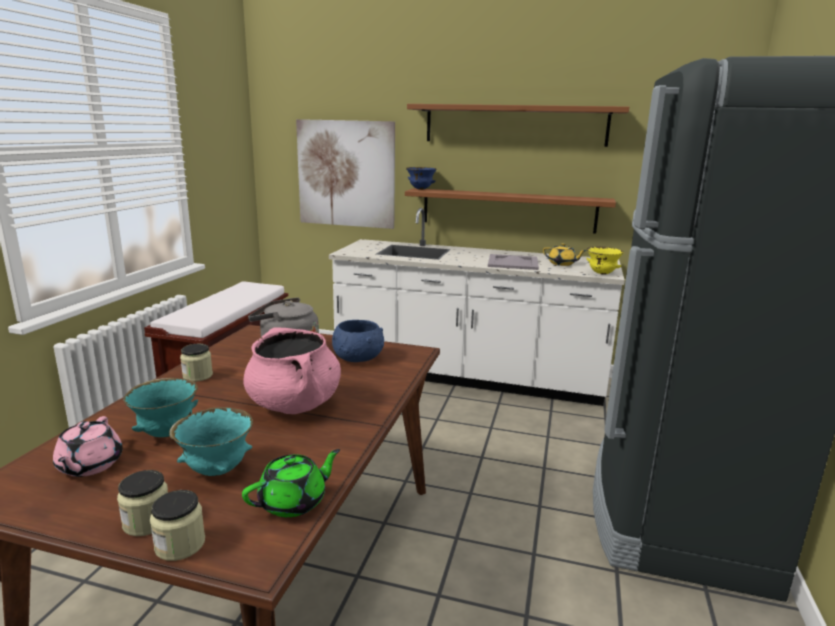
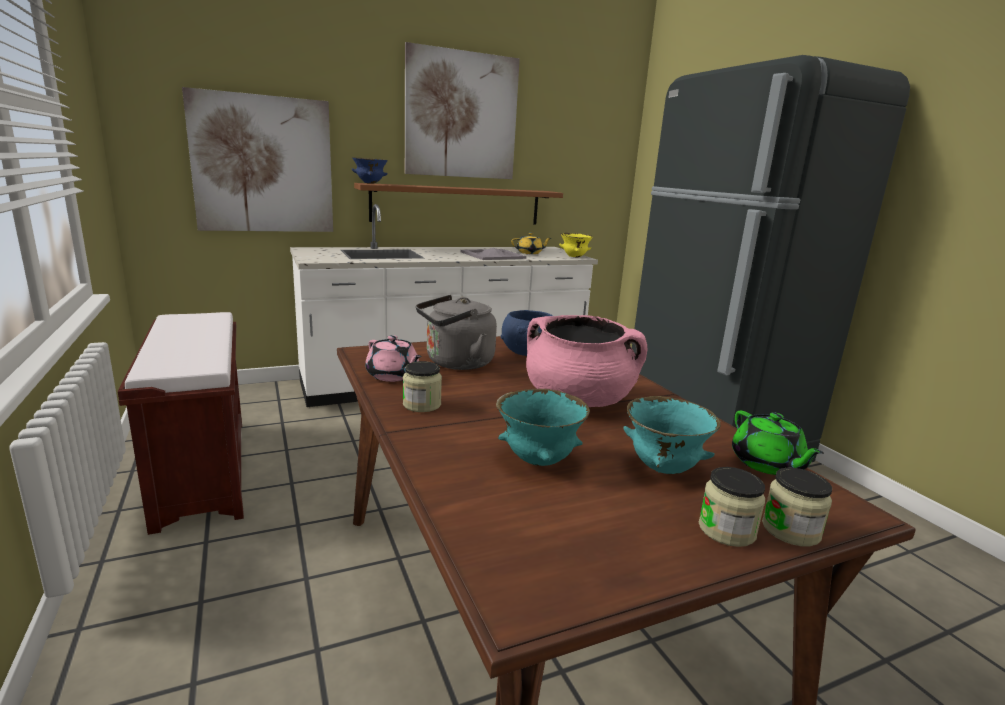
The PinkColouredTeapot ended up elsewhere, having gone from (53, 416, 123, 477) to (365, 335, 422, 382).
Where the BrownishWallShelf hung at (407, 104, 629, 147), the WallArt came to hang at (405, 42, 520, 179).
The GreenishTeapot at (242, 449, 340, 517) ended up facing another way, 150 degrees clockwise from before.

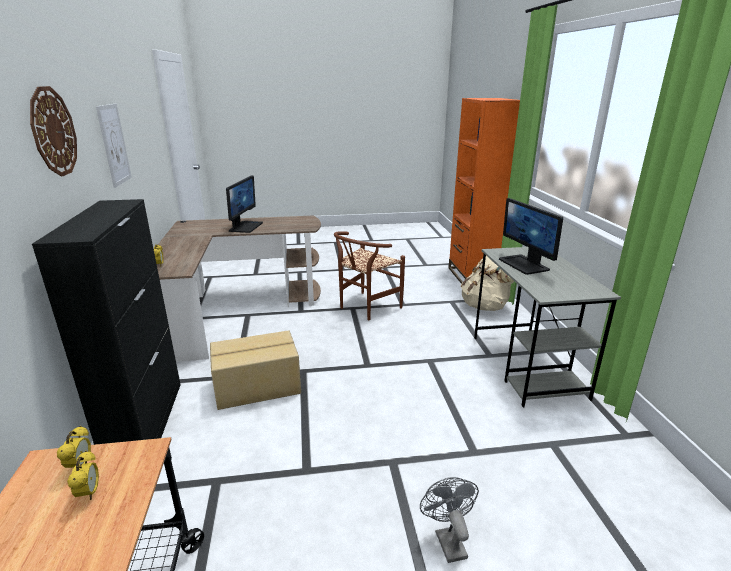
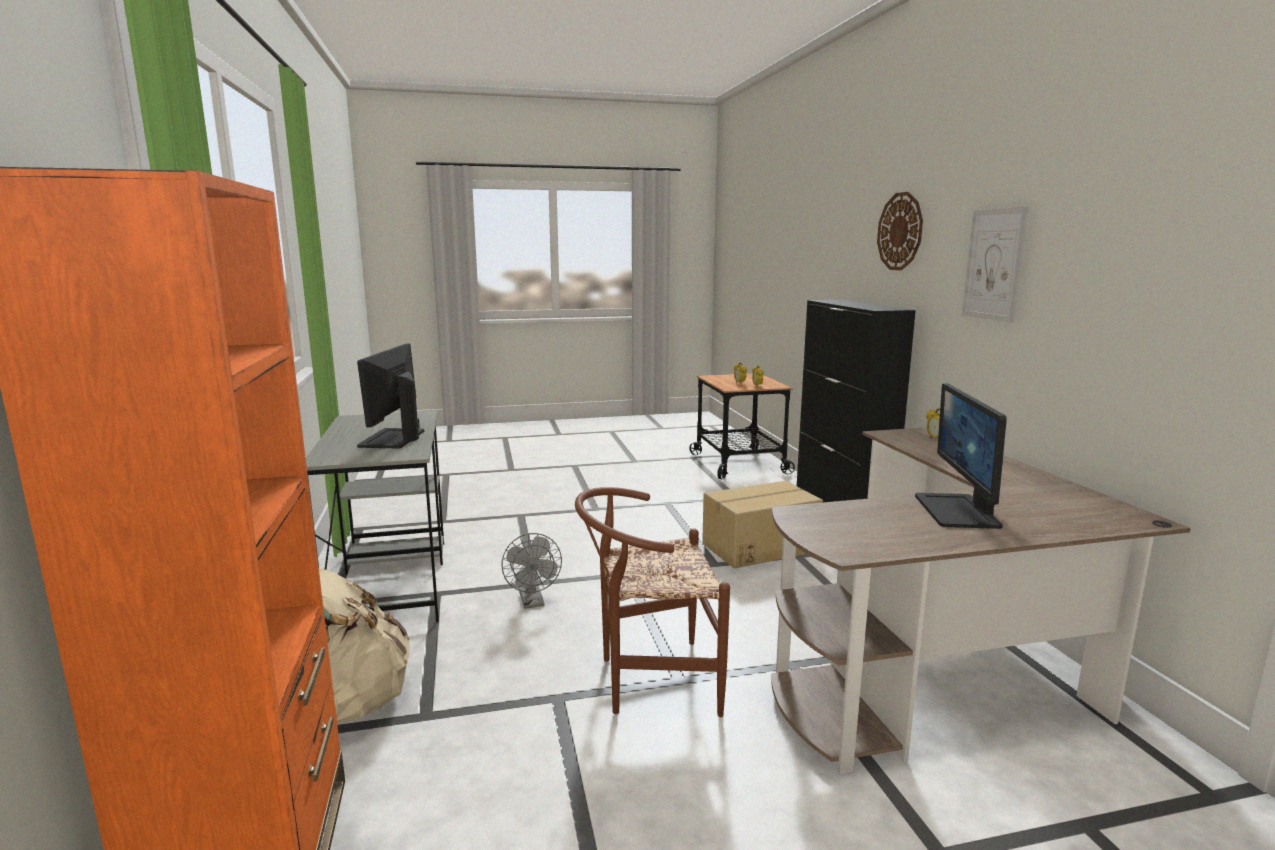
The Monitor at (499, 198, 563, 275) ended up facing another way, 150 degrees counterclockwise from before.
The GreyCoolingFan ended up elsewhere, having gone from (420, 477, 479, 563) to (501, 533, 562, 609).
The BrownishUprightChair at (334, 231, 405, 320) ended up facing another way, 135 degrees counterclockwise from before.

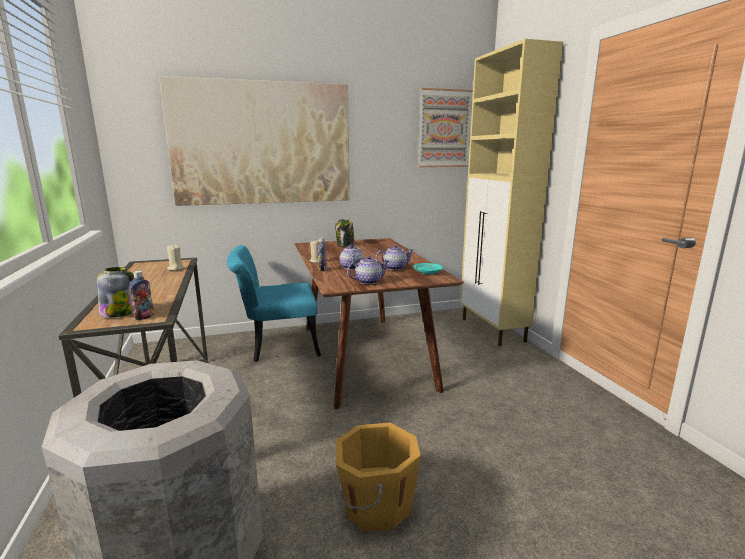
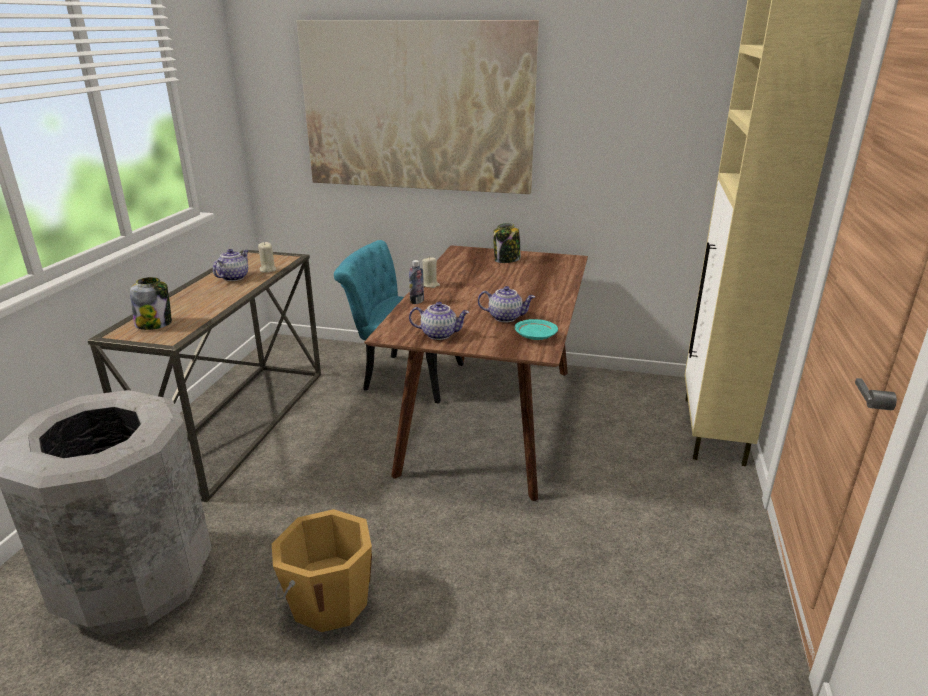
The Teapot ended up elsewhere, having gone from (340, 244, 364, 270) to (213, 249, 249, 281).
The second view lost the Bottle at (130, 271, 154, 320).
The second view lost the WallArt at (418, 88, 473, 167).

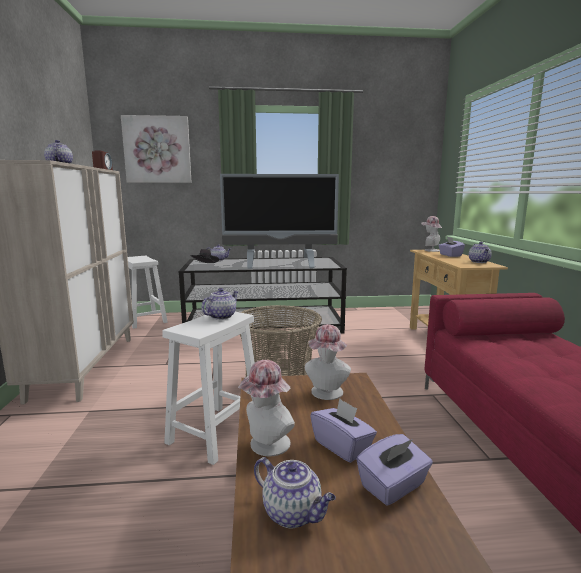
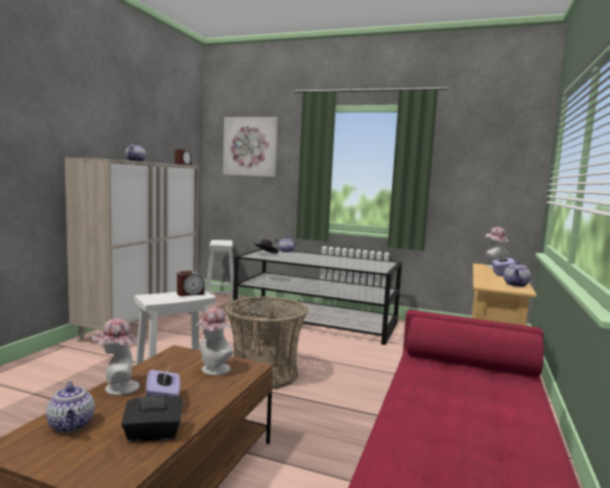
What was the PurpleColouredTissueHolder at (356, 434, 433, 506) turned into the BlackColouredTissueHolder at (121, 395, 183, 442).
Where the Teapot stood at (201, 288, 239, 320), the BedsideClock came to stand at (177, 271, 205, 296).
The second view lost the TvSet at (220, 174, 339, 269).

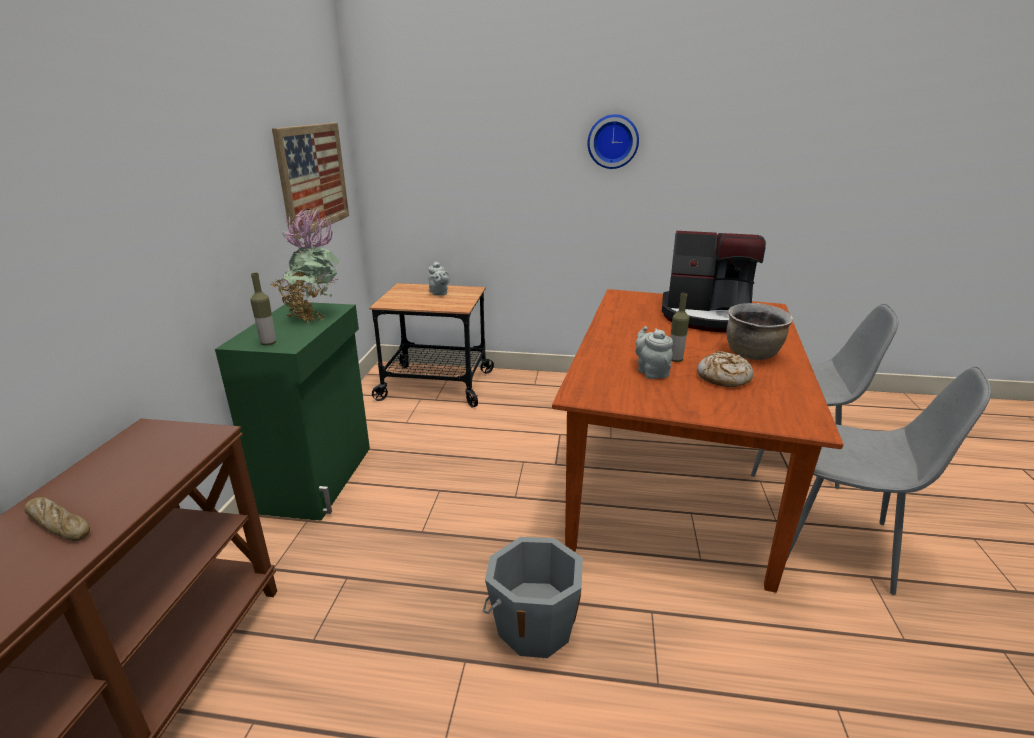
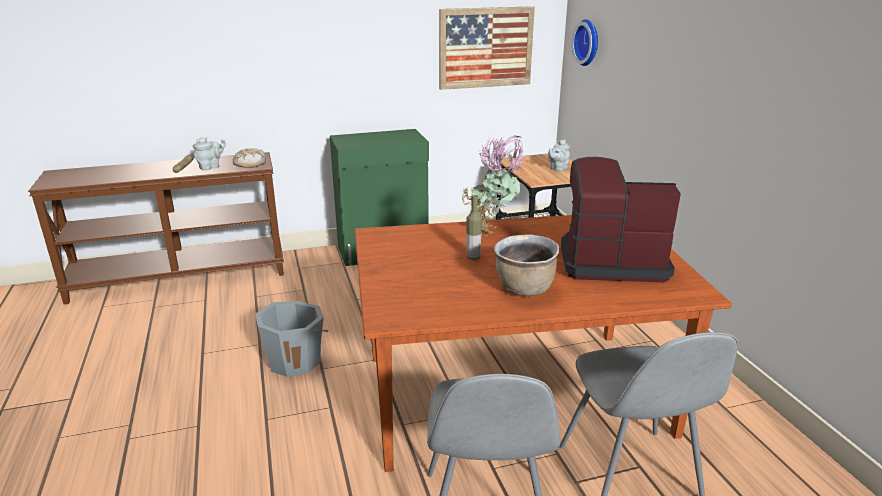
The GreyTeapot ended up elsewhere, having gone from (635, 326, 673, 379) to (193, 137, 226, 170).
The BakeryBread ended up elsewhere, having gone from (697, 351, 753, 387) to (233, 148, 266, 168).
The Houseplant ended up elsewhere, having gone from (272, 208, 340, 324) to (462, 135, 527, 236).
The CoffeeBrewer at (662, 231, 766, 332) ended up facing another way, 105 degrees clockwise from before.
The HangingClock ended up elsewhere, having gone from (587, 114, 639, 169) to (572, 19, 598, 66).
The second view lost the Bottle at (251, 273, 276, 346).

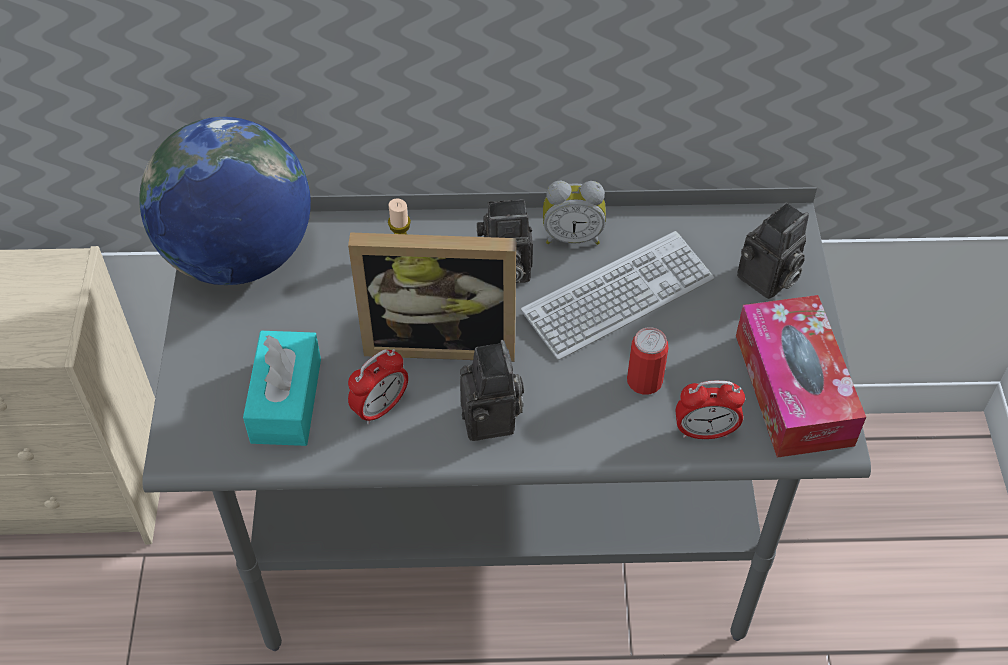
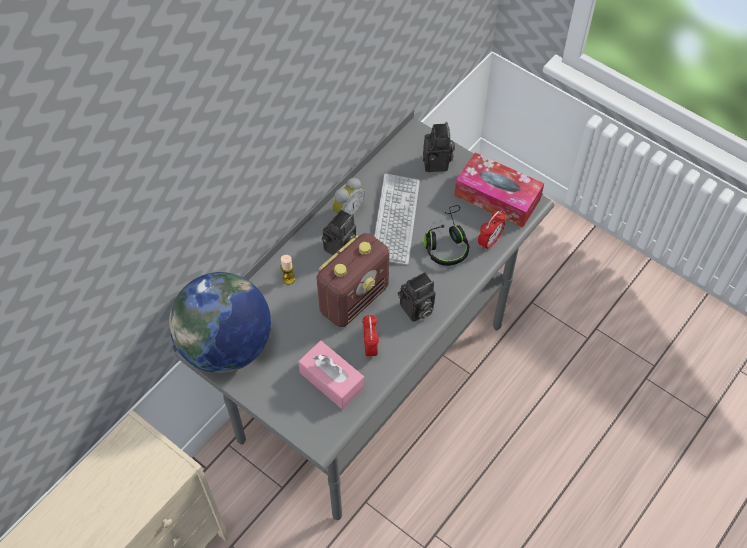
What was the TurquoiseTissueHolder at (243, 331, 321, 446) turned into the PinkColouredTissueHolder at (298, 341, 364, 409).
Where the PictureFrame stood at (348, 232, 516, 362), the RadioReceiver came to stand at (317, 233, 389, 327).
The PhotoCamera at (460, 340, 524, 441) ended up facing another way, 120 degrees clockwise from before.
Where the Can stood at (627, 327, 668, 395), the BlackColouredHeadset came to stand at (424, 205, 470, 266).

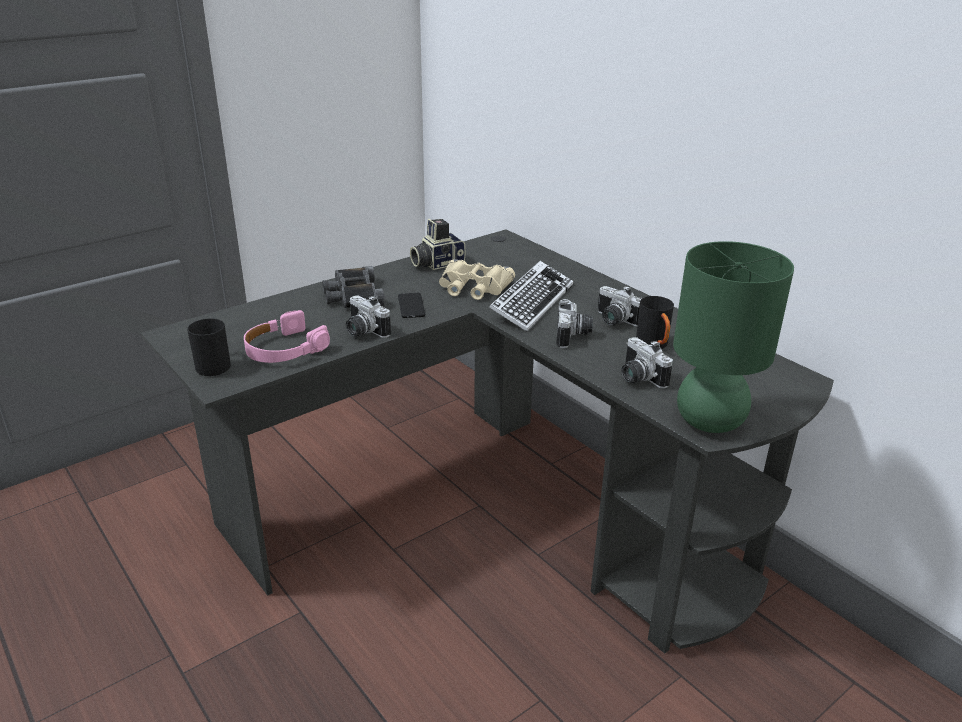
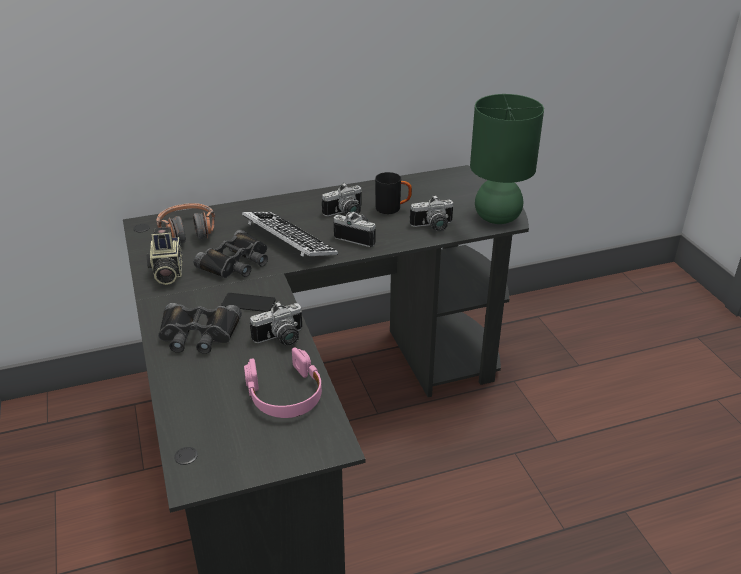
The second view gained the Headset at (156, 203, 215, 243).
What was the BeigeColouredPairOfBinoculars at (439, 259, 515, 300) turned into the BlackColouredPairOfBinoculars at (194, 230, 268, 278).
The second view lost the BlackColouredTeaMug at (187, 318, 231, 376).

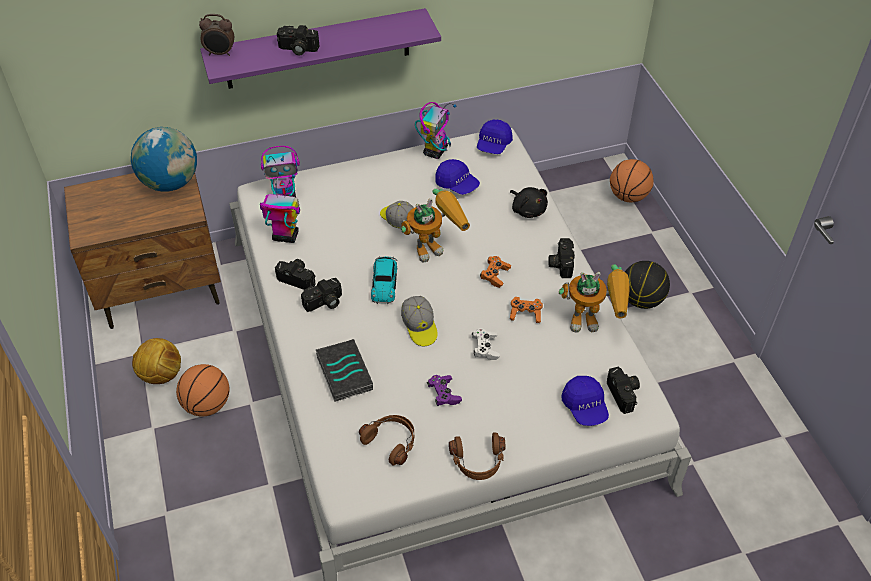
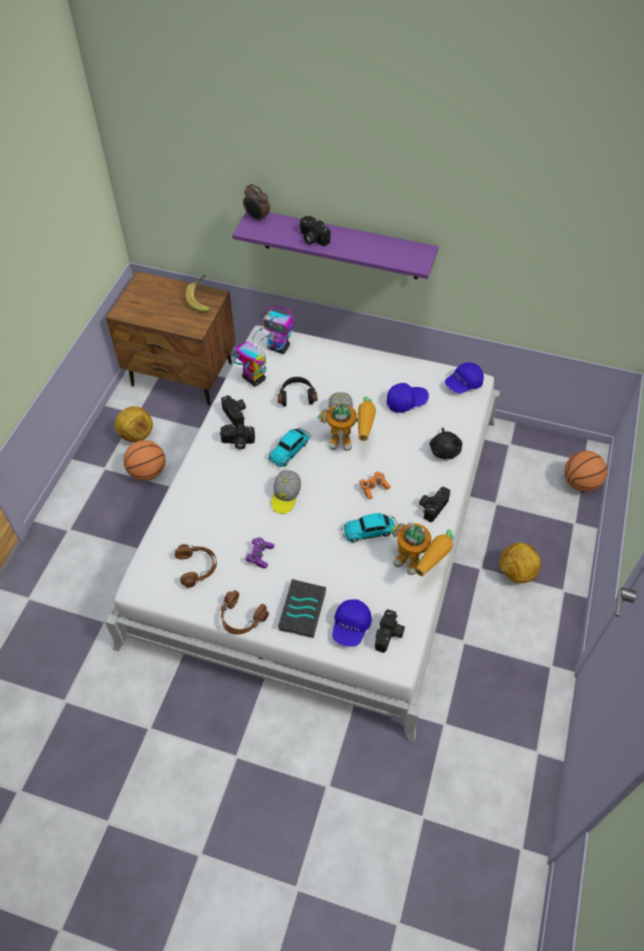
Where the DeskGlobe stood at (131, 127, 197, 192), the WholeBanana came to stand at (186, 275, 211, 313).
The second view gained the BlackColouredHeadset at (278, 377, 317, 407).
The BoundBook ended up elsewhere, having gone from (316, 339, 373, 402) to (278, 579, 326, 638).
Where the OrangeColouredGamepad stood at (509, 297, 543, 323), the ToyCar came to stand at (342, 513, 397, 542).
The BluePeakedCap at (435, 159, 480, 195) ended up facing another way, 90 degrees counterclockwise from before.
Where the BallForBasketball stood at (625, 261, 670, 309), the FootballBall came to stand at (499, 543, 541, 583).
The second view lost the ModelRobot at (415, 102, 456, 159).
The second view lost the WhiteGamepad at (472, 328, 500, 360).

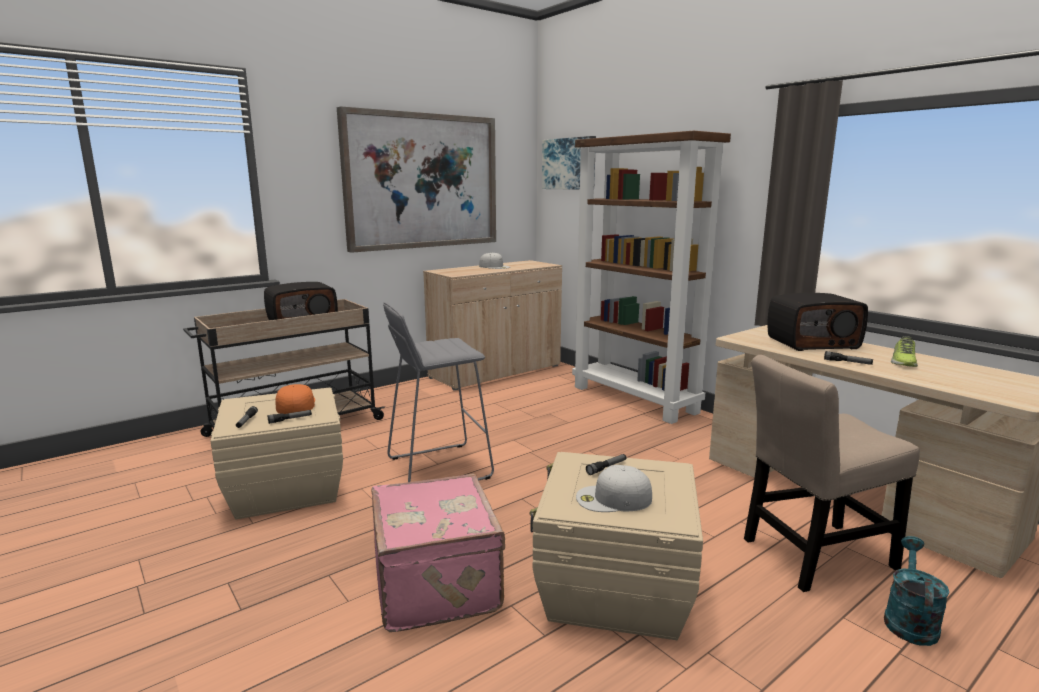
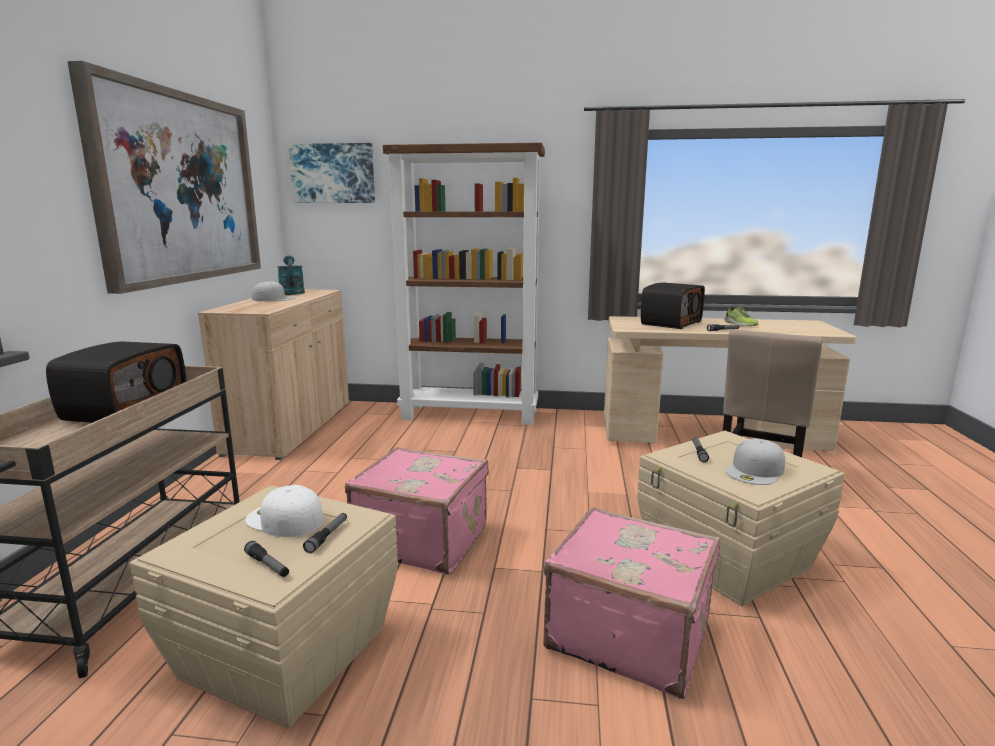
What was the OrangeColouredPeakedCap at (276, 384, 315, 414) turned into the WhitePeakedCap at (245, 485, 324, 537).
The TurquoiseSprinklingCan ended up elsewhere, having gone from (884, 536, 950, 646) to (277, 256, 305, 295).
Where the GreyStoolSeat stood at (383, 302, 494, 482), the PinkColouredTravelCase came to stand at (345, 447, 489, 574).

